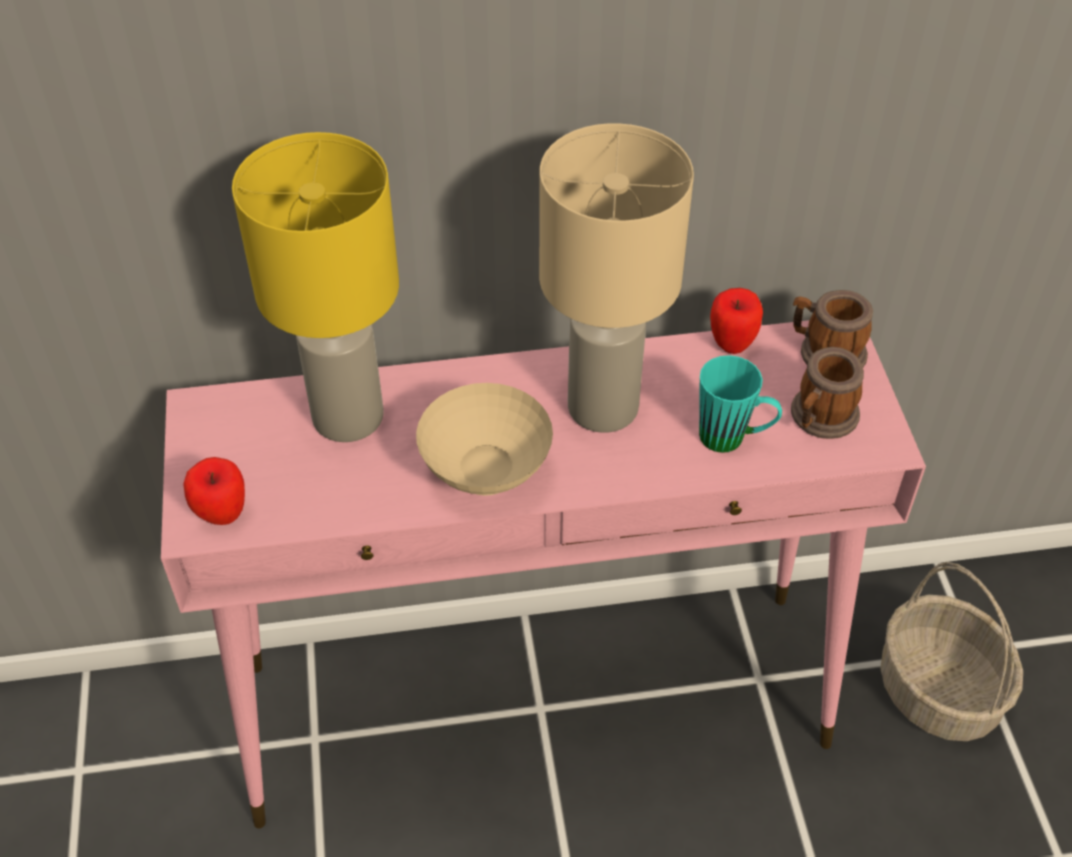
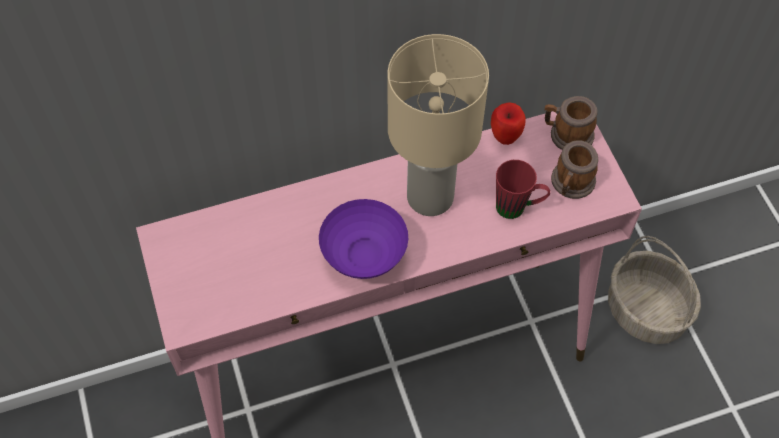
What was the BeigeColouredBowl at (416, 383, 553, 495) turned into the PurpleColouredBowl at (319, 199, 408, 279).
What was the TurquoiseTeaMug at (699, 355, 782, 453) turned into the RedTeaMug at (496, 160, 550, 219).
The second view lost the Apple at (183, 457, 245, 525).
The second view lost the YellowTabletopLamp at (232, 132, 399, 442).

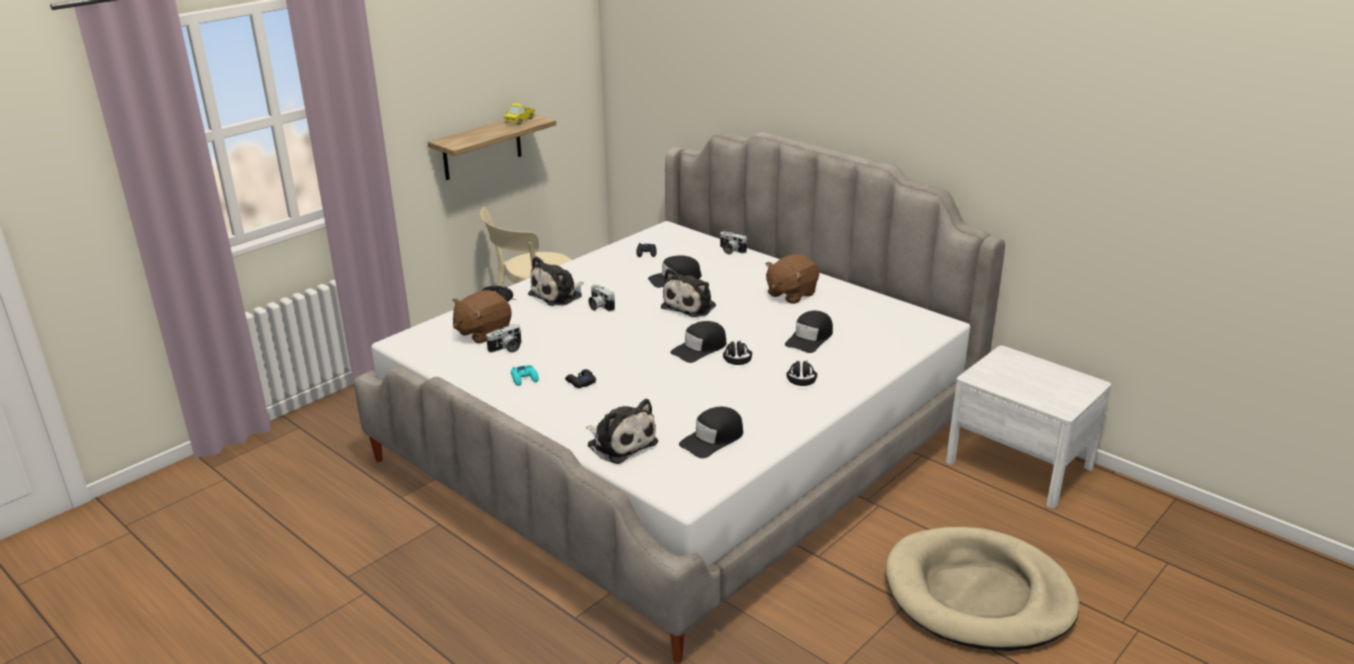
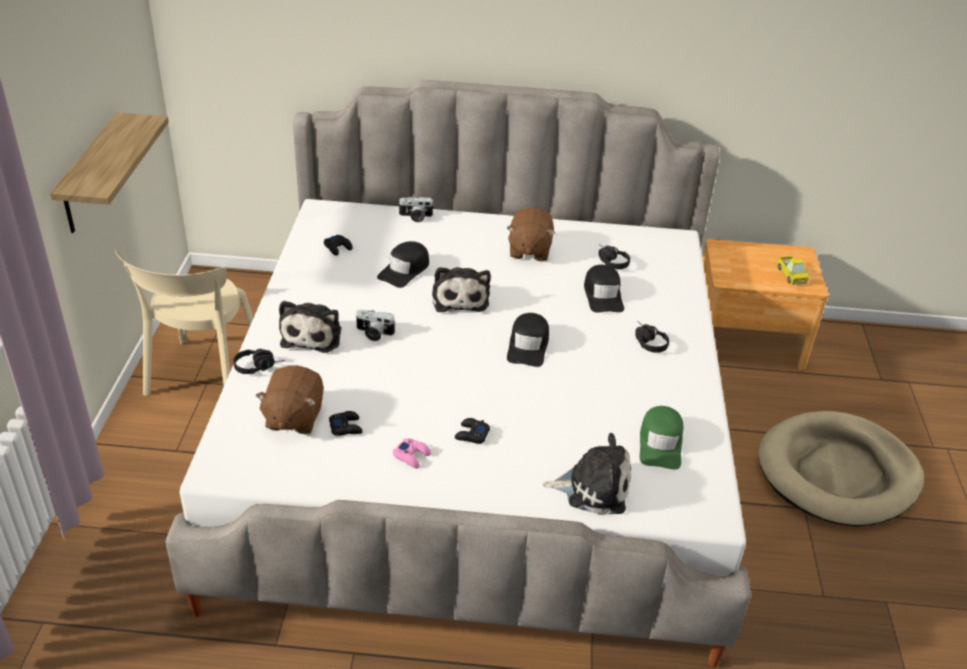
Where the PhotoCamera stood at (486, 324, 522, 353), the BlackColouredGamepad came to stand at (329, 411, 363, 436).
What was the TurquoiseGamepad at (511, 365, 539, 386) turned into the PinkColouredGamepad at (393, 438, 431, 469).
The BlackColouredHeadset ended up elsewhere, having gone from (723, 341, 752, 365) to (599, 244, 630, 269).
What was the BlackColouredPeakedCap at (679, 407, 743, 458) turned into the GreenishPeakedCap at (640, 406, 683, 470).
What was the WhiteNightstand at (946, 345, 1111, 509) turned into the BrownishNightstand at (702, 239, 829, 370).
The ModelTruck ended up elsewhere, having gone from (504, 103, 535, 125) to (776, 256, 810, 285).

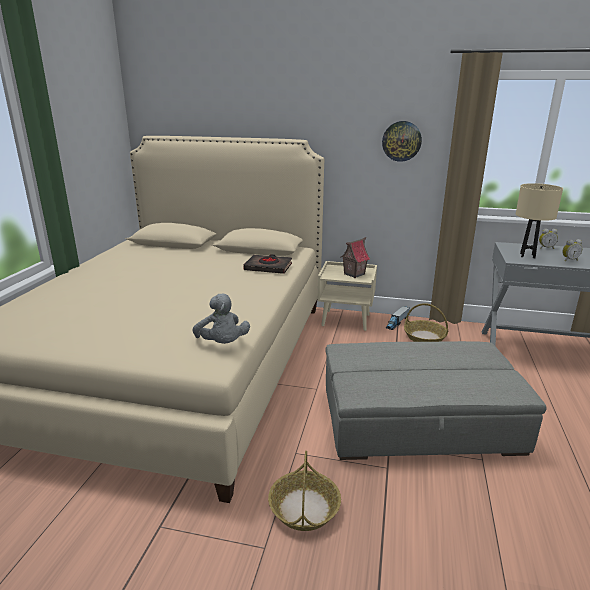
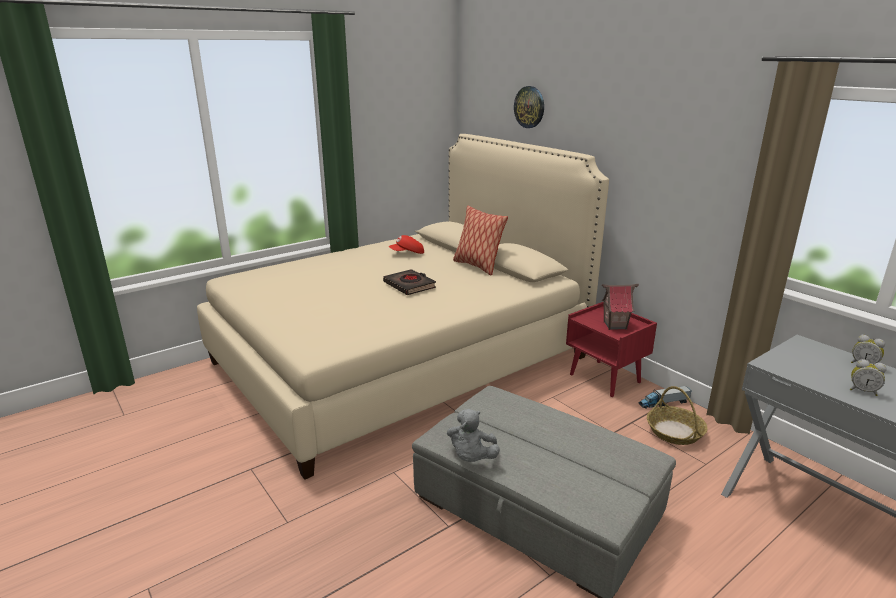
The BlackColouredBoundBook ended up elsewhere, having gone from (243, 254, 292, 274) to (383, 269, 436, 295).
The second view gained the RedPeakedCap at (389, 235, 424, 254).
The GreySoftToy ended up elsewhere, having gone from (192, 293, 250, 344) to (447, 409, 500, 462).
The second view gained the Cushion at (453, 206, 508, 276).
The HangingClock ended up elsewhere, having gone from (382, 121, 422, 162) to (514, 86, 544, 128).
What was the BeigeColouredNightstand at (318, 261, 377, 331) turned into the RedNightstand at (566, 302, 657, 397).
The second view lost the HouseholdBasket at (268, 451, 341, 531).
The second view lost the BeigeColouredTabletopLamp at (516, 183, 563, 259).

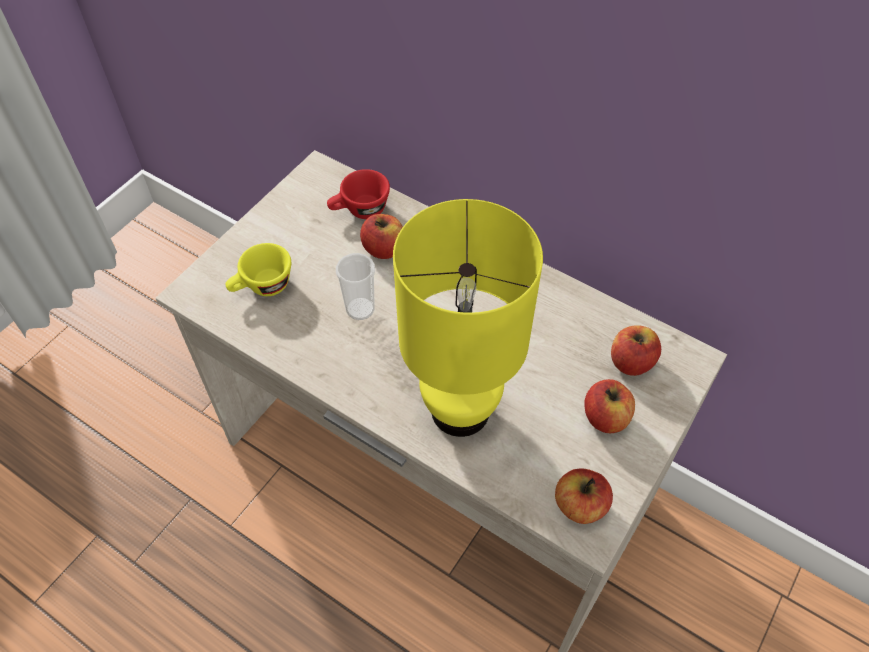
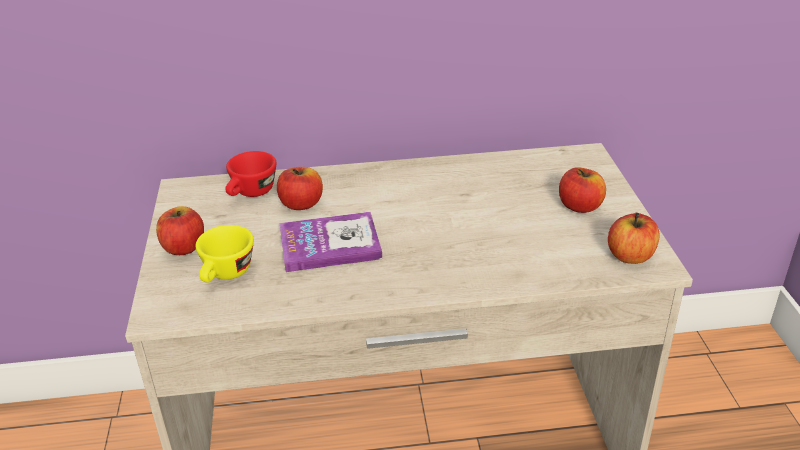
The Apple ended up elsewhere, having gone from (611, 325, 661, 376) to (156, 206, 204, 255).
Where the SmallCup stood at (336, 253, 375, 320), the BoundBook came to stand at (280, 212, 382, 272).
The second view lost the YellowTabletopLamp at (393, 199, 543, 437).

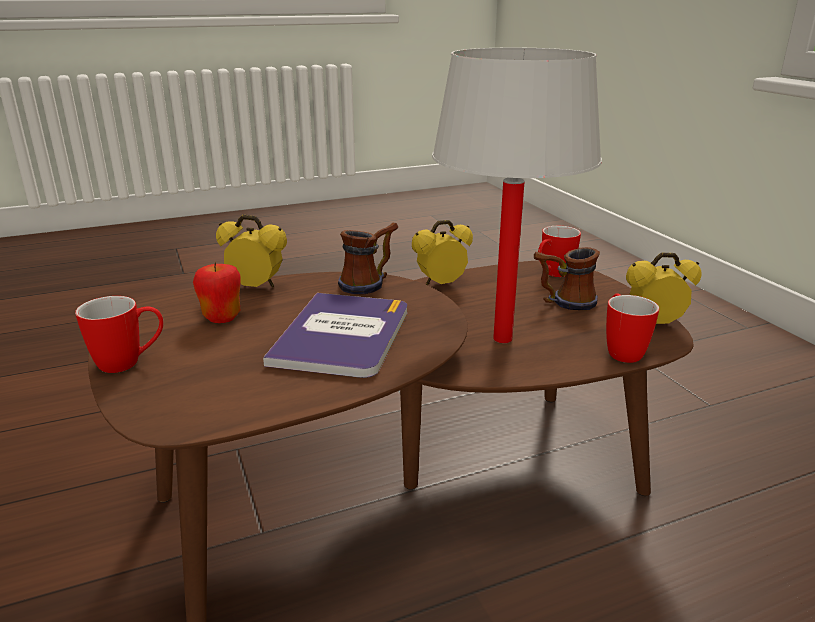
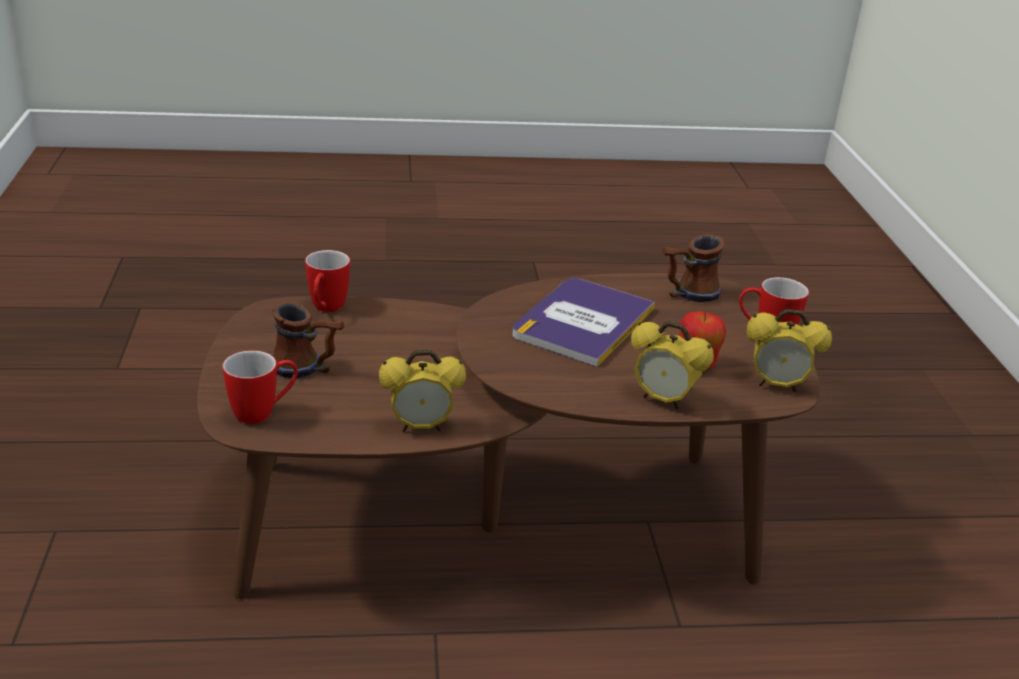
The TeaMug ended up elsewhere, having gone from (338, 223, 398, 295) to (662, 234, 725, 302).
The BedsideClock ended up elsewhere, having gone from (626, 253, 702, 324) to (747, 309, 832, 392).
The second view lost the WhiteTabletopLamp at (432, 48, 602, 343).

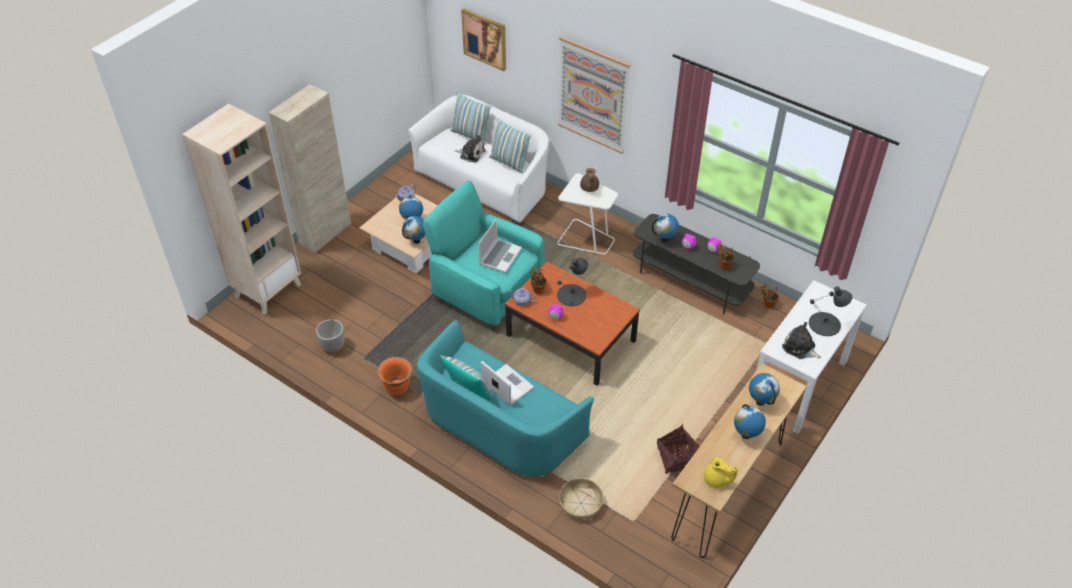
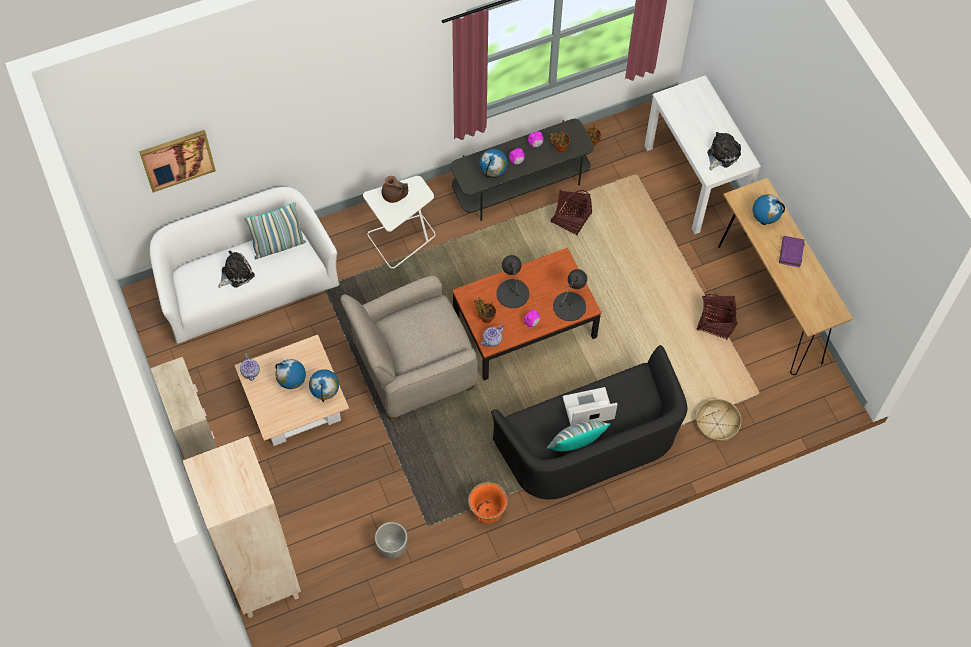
What was the TurquoiseEasyChair at (423, 181, 544, 332) turned into the BeigeColouredEasyChair at (341, 276, 478, 422).
What was the TurquoiseSofa at (417, 320, 594, 477) turned into the BlackColouredSofa at (491, 345, 687, 499).
The second view gained the HouseholdBasket at (551, 190, 592, 236).
The BlackColouredTabletopLamp ended up elsewhere, having gone from (809, 286, 852, 336) to (553, 269, 587, 321).
The SoftToy at (782, 322, 821, 359) ended up facing another way, 150 degrees clockwise from before.
Where the DeskGlobe stood at (734, 404, 766, 439), the PurpleColouredBoundBook came to stand at (779, 236, 805, 267).
The second view lost the Cushion at (450, 92, 491, 145).
The second view lost the NotebookComputer at (479, 219, 522, 273).
The second view lost the WallArt at (558, 36, 630, 154).
The second view lost the YellowTeapot at (704, 458, 738, 488).

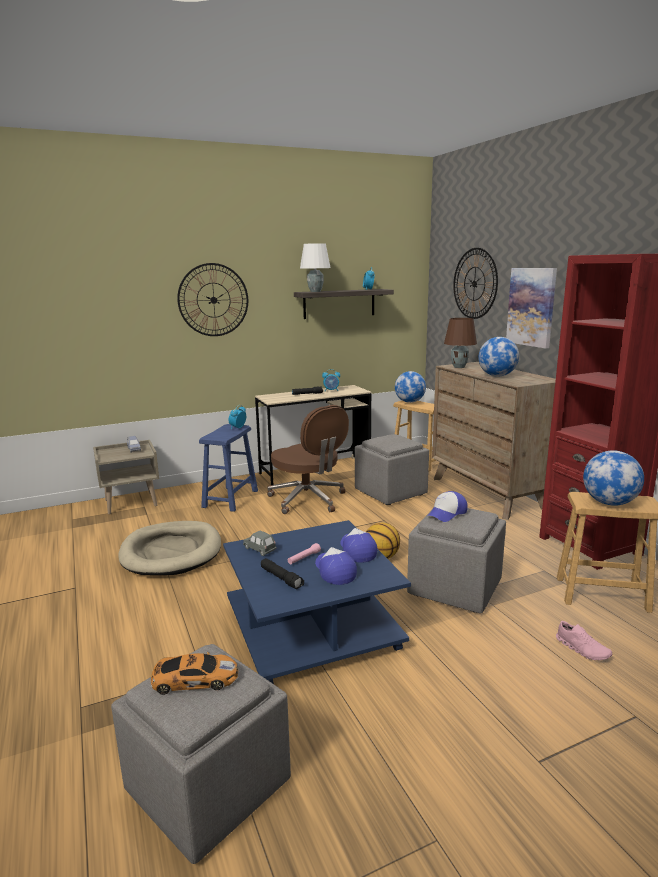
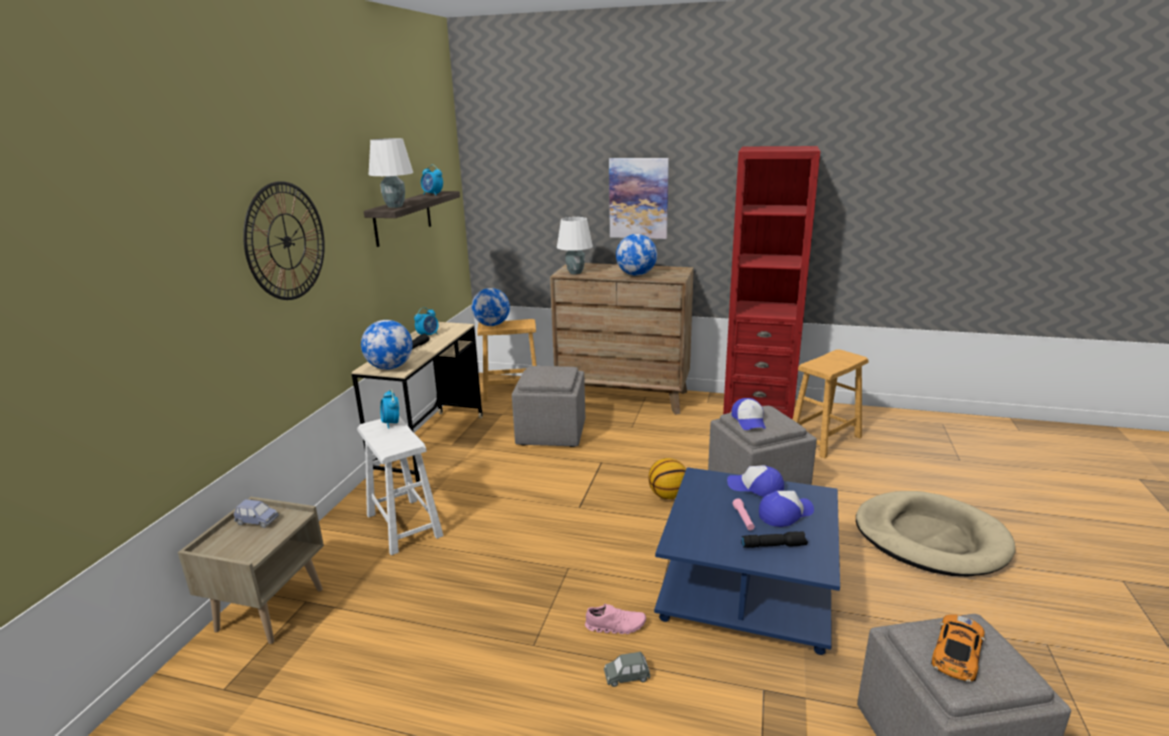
What was the BlueStoolSeat at (199, 424, 258, 512) turned into the WhiteStoolSeat at (357, 416, 444, 555).
The DeskGlobe ended up elsewhere, having gone from (583, 450, 644, 506) to (361, 320, 412, 370).
What was the BrownishTabletopLamp at (444, 318, 477, 368) turned into the WhiteTabletopLamp at (557, 217, 593, 275).
The PinkColouredLowShoe ended up elsewhere, having gone from (556, 621, 612, 660) to (585, 604, 646, 634).
The GreyToyCar ended up elsewhere, having gone from (243, 531, 277, 556) to (604, 652, 651, 687).
The PeakedCap at (315, 547, 357, 585) ended up facing another way, 135 degrees clockwise from before.
The BeigeColouredPetBed ended up elsewhere, having gone from (118, 521, 221, 575) to (856, 491, 1016, 577).
The second view lost the BrownishComputerChair at (267, 405, 349, 514).
The second view lost the HangingClock at (453, 248, 498, 319).

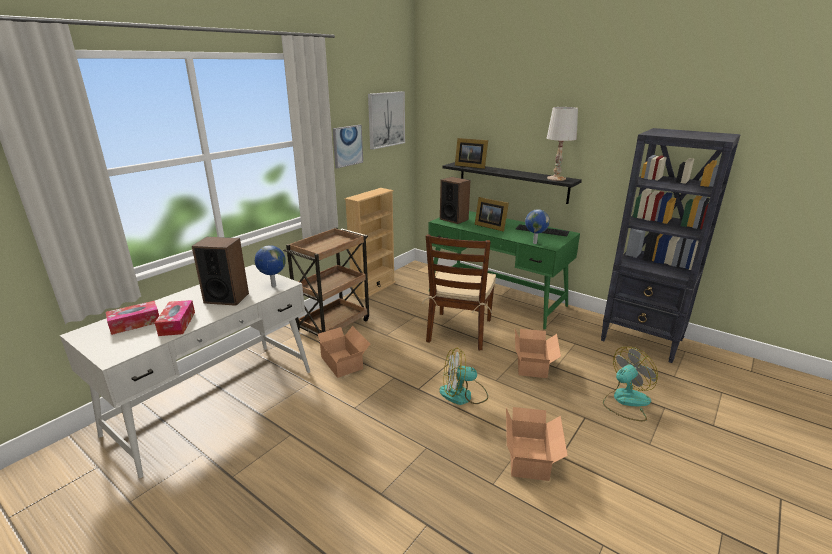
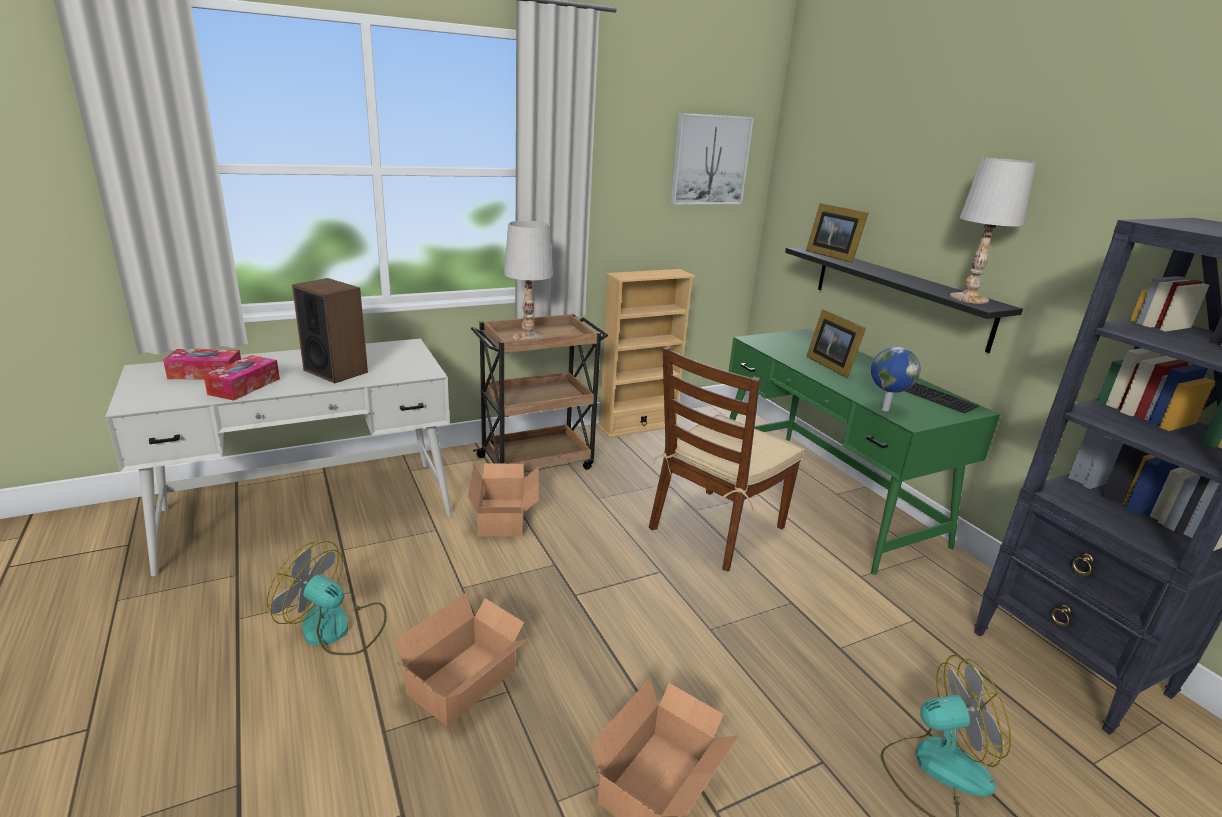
The CoolingFan ended up elsewhere, having gone from (440, 348, 488, 405) to (267, 541, 387, 655).
The PackingBox ended up elsewhere, having gone from (515, 329, 561, 378) to (393, 593, 530, 726).
The second view gained the WhiteTabletopLamp at (504, 221, 553, 341).
The second view lost the DeskGlobe at (255, 245, 286, 287).
The second view lost the WallArt at (333, 125, 363, 168).
The second view lost the Loudspeaker at (440, 177, 470, 224).

